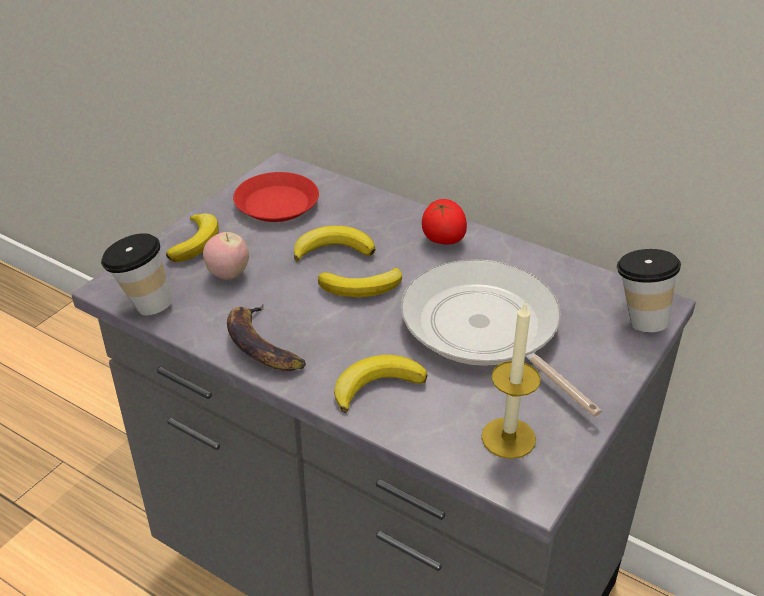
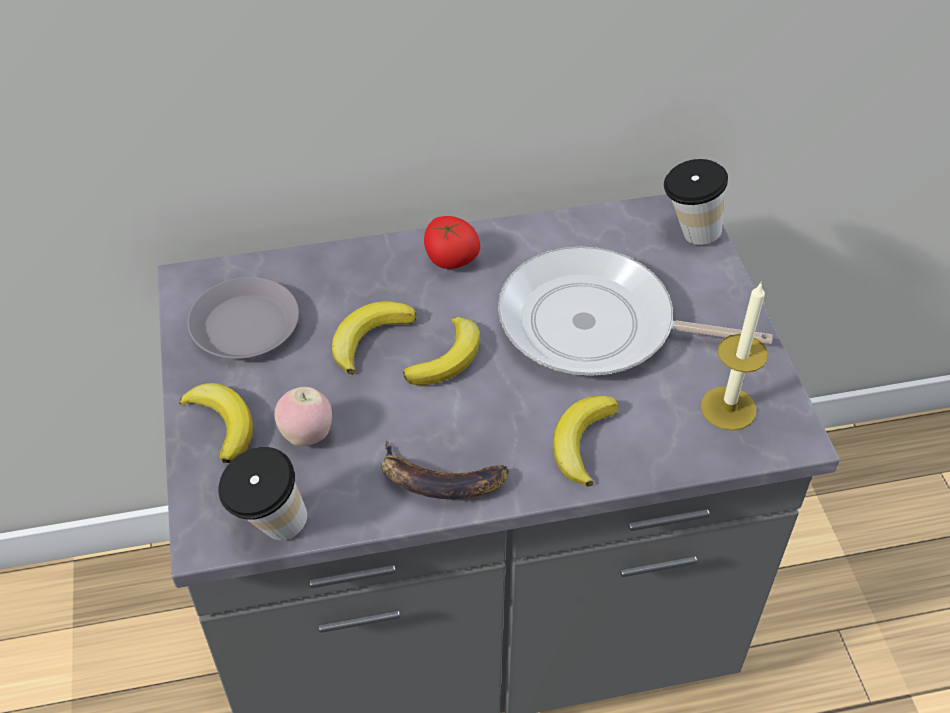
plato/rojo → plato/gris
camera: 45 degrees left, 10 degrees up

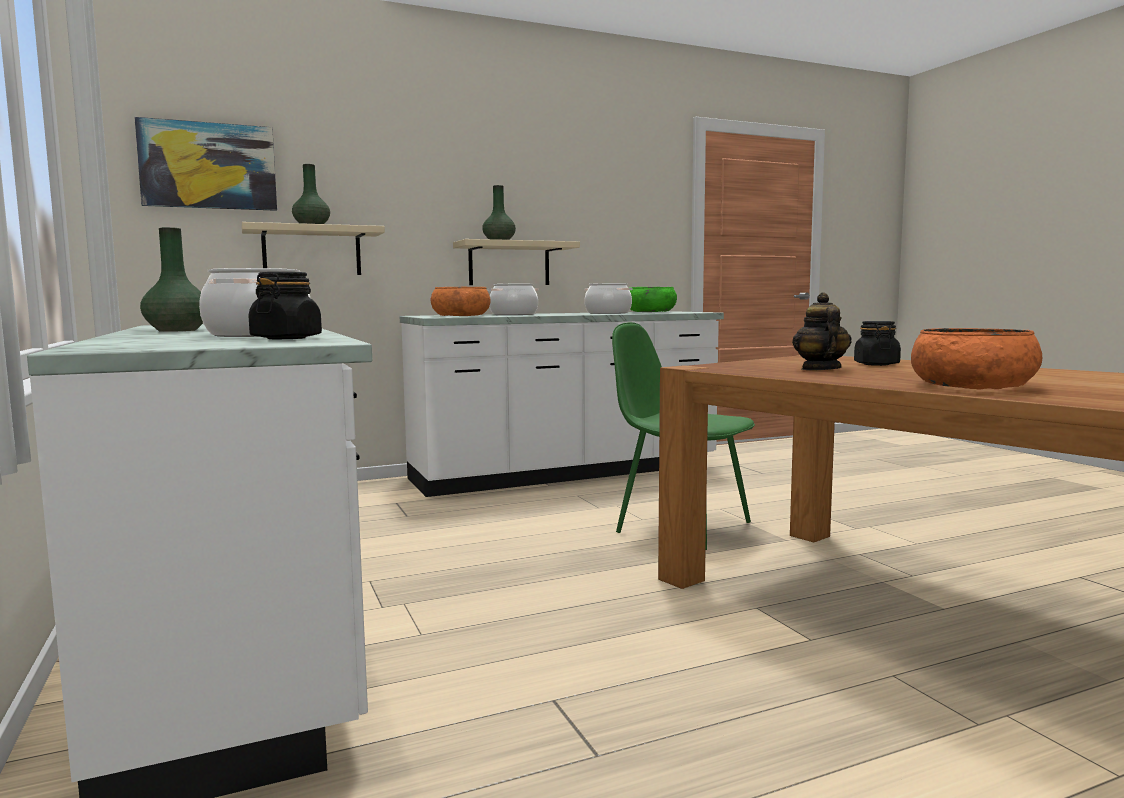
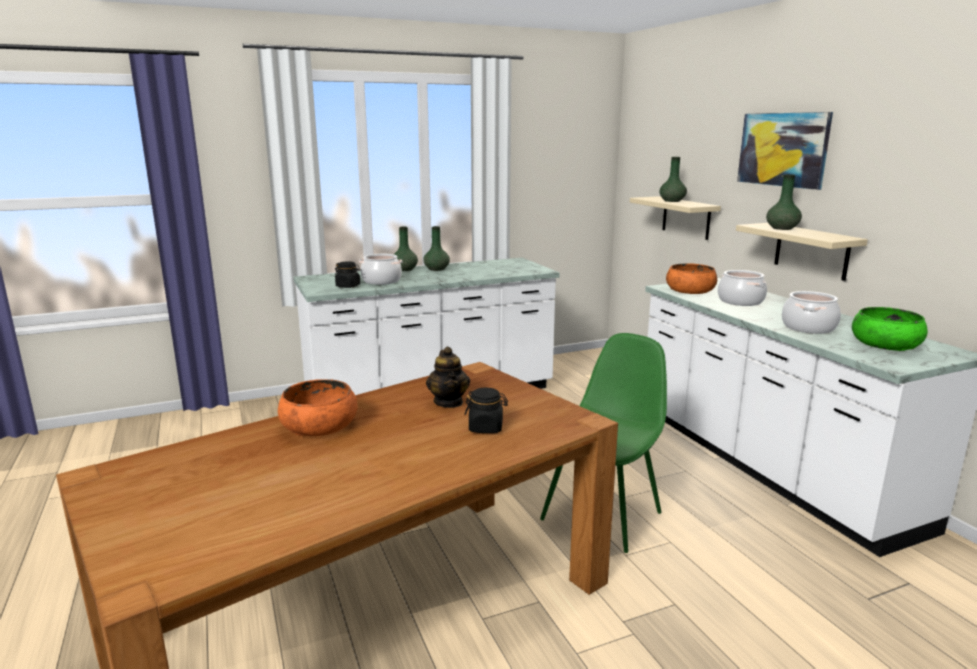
- → florero/verde (no. 1 from left)
cuadro, relocated
tetera, 75 degrees clockwise
camera: 90 degrees right, 10 degrees up

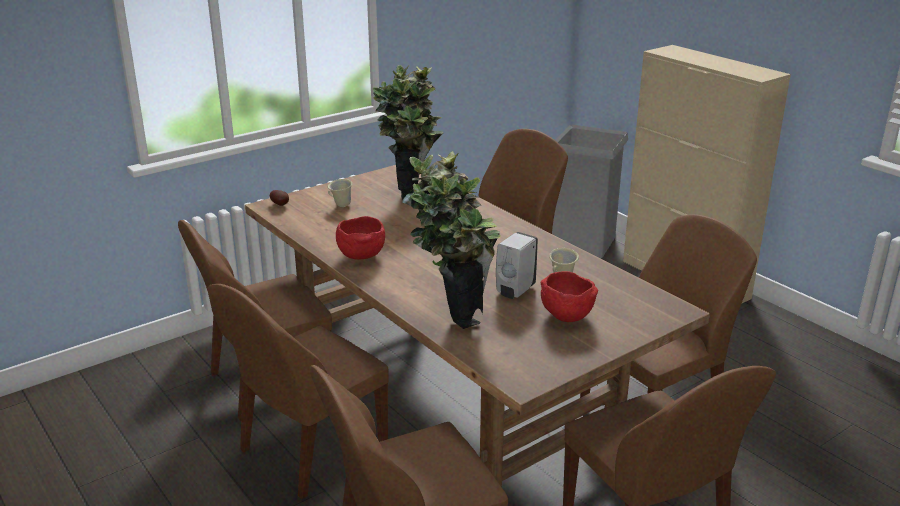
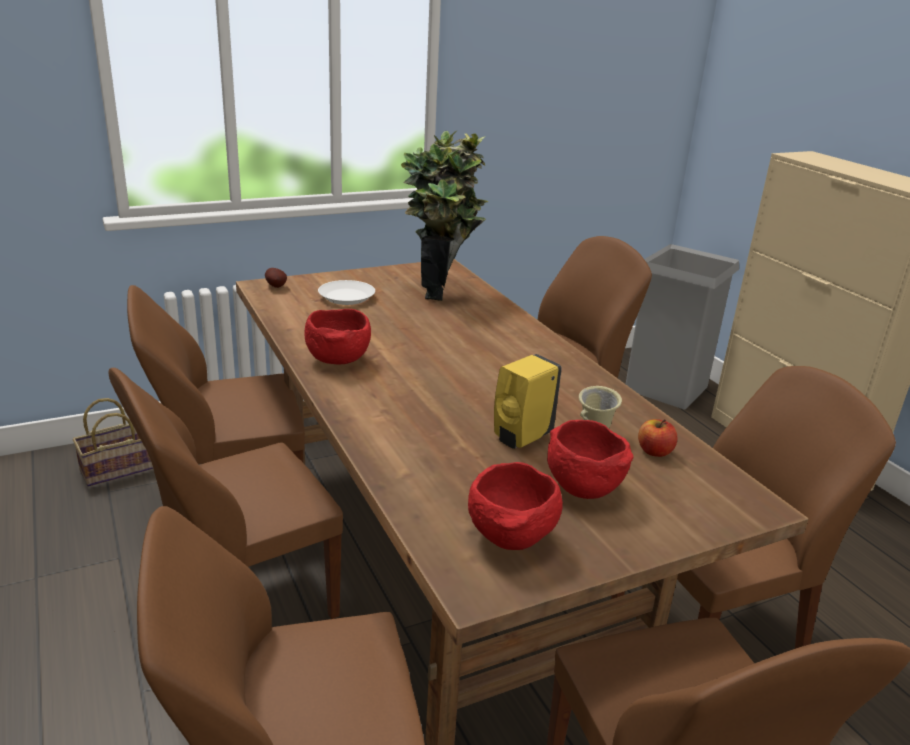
planta en maceta (no. 2 from left) → -
- → cesta
- → cuenco/rojo (no. 2 from left)
- → manzana
taza grande/beis (no. 1 from left) → plato/blanco
dispensador de jabón/blanco → dispensador de jabón/amarillo
camera: 10 degrees right, 0 degrees up

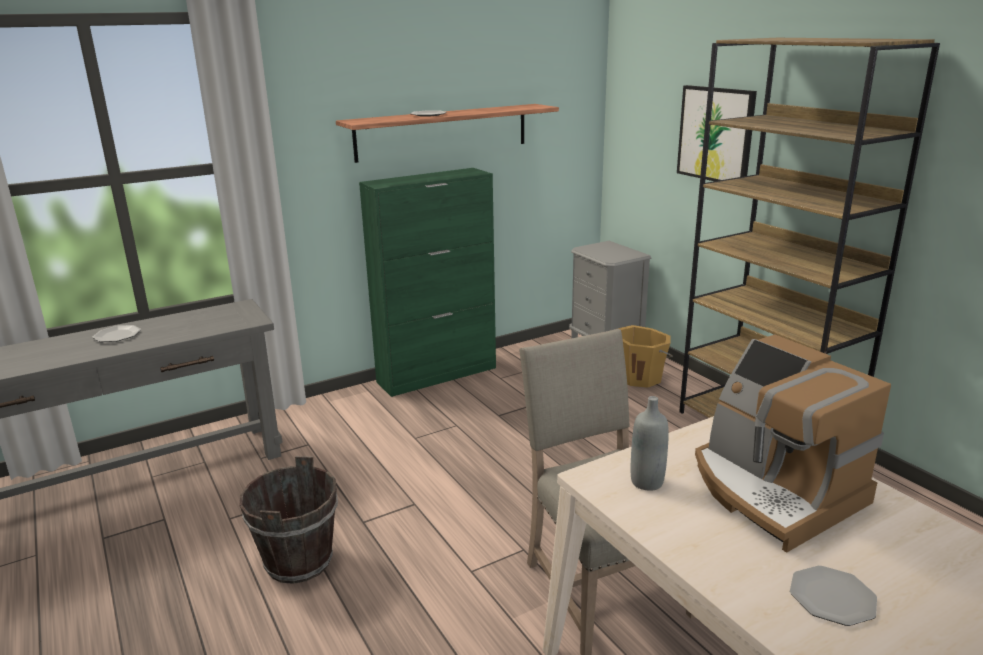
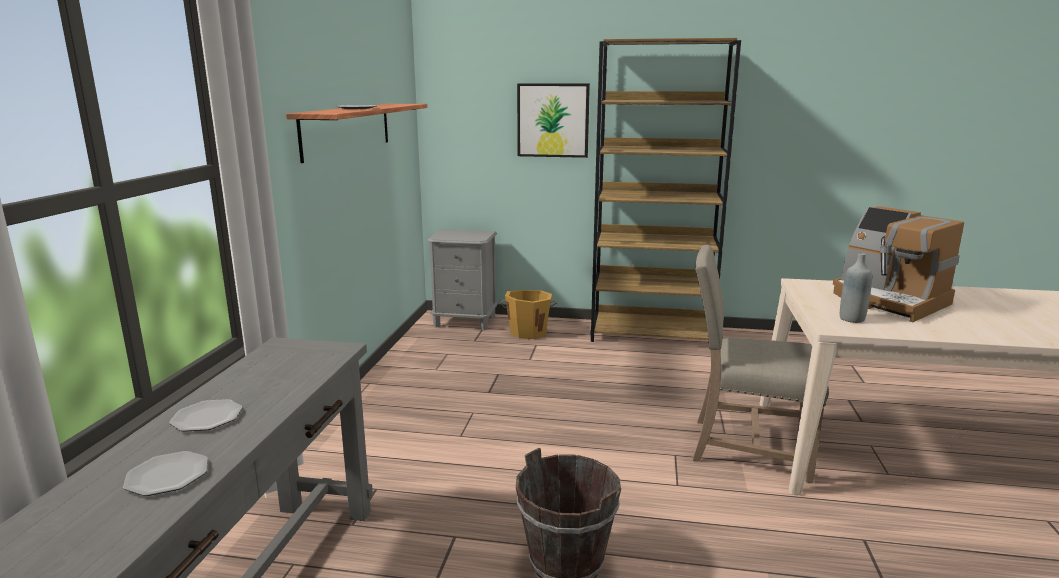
armario/verde → -
plato (no. 3 from left in the first image) → plato (no. 1 from left), relocated
cafetera, 45 degrees clockwise
camera: 50 degrees left, 5 degrees down

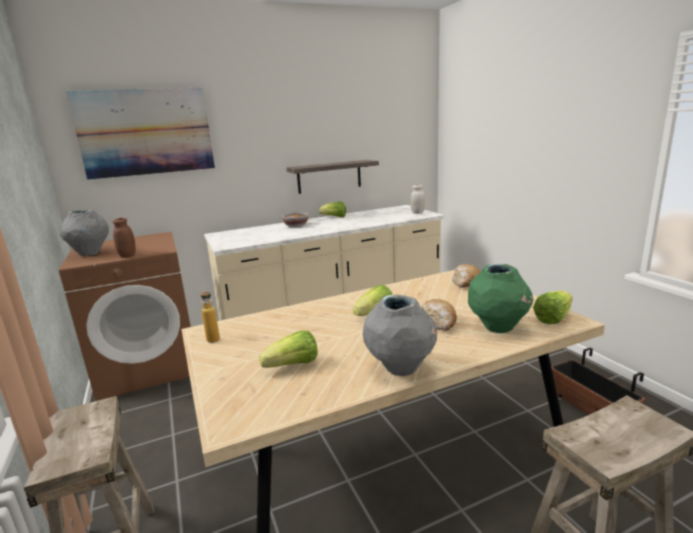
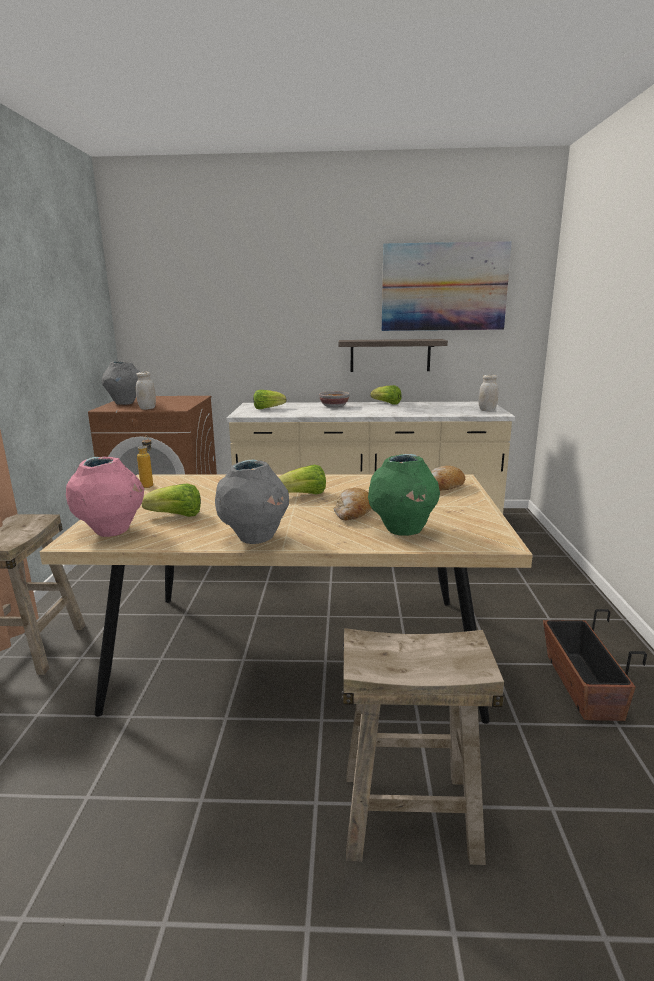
- → florero/rosa
cuadro, relocated
lechuga (no. 4 from left in the first image) → lechuga (no. 2 from left), relocated
tarro/marrón → tarro/blanco (no. 1 from left)
camera: 25 degrees right, 0 degrees up

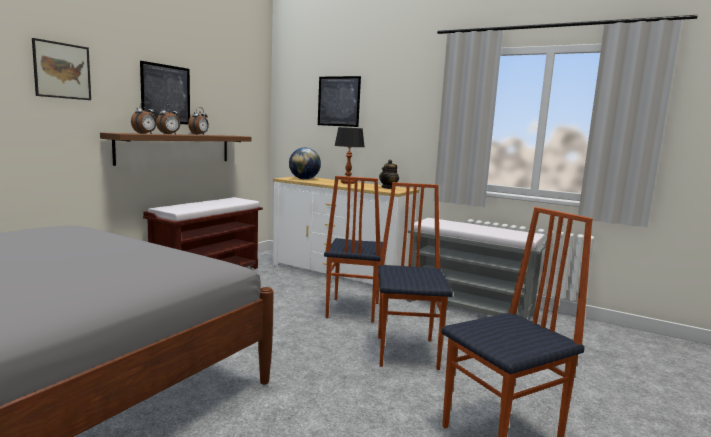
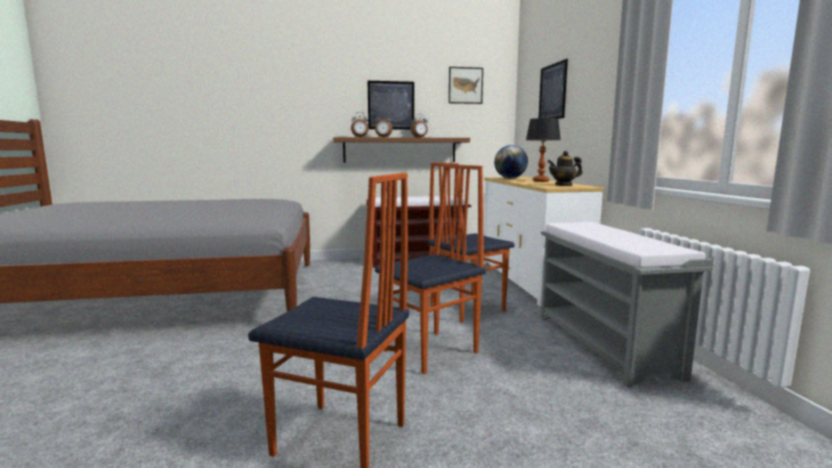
cuadro (no. 1 from left in the first image) → cuadro (no. 2 from left), relocated
camera: 50 degrees right, 0 degrees up

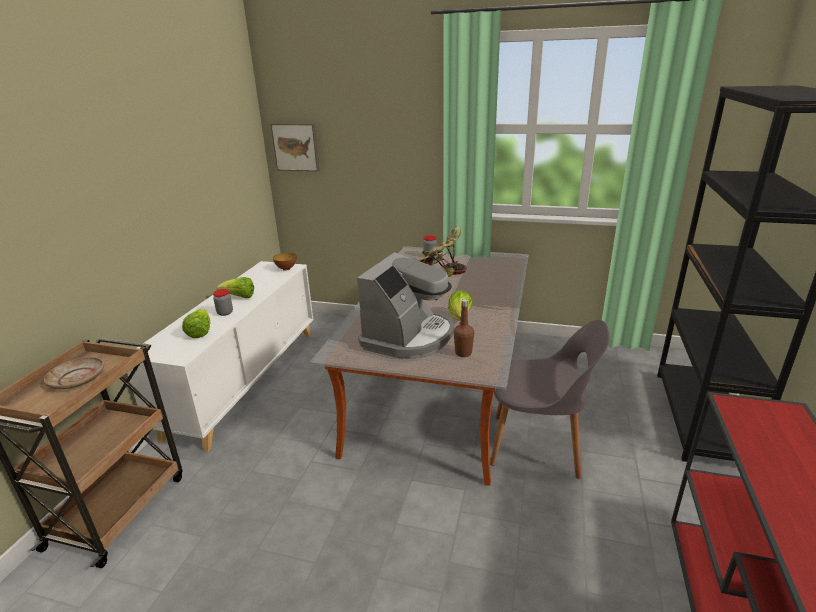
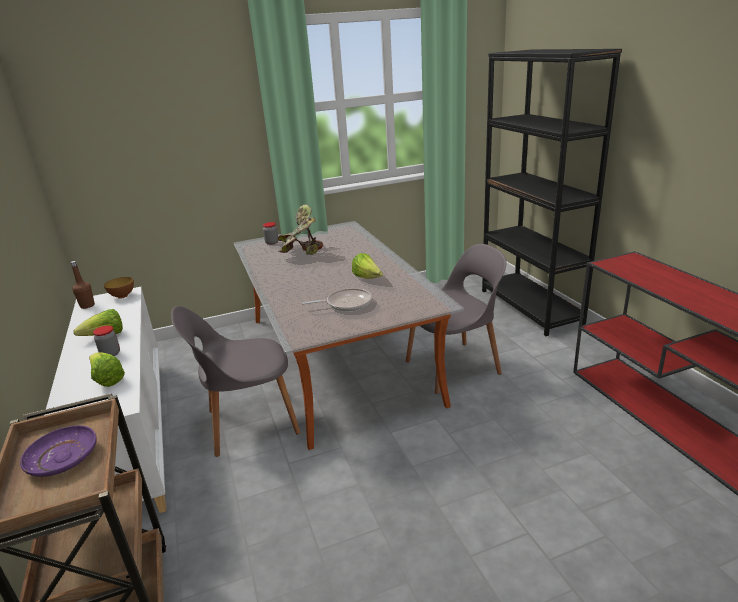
cuadro → -
- → silla/gris (no. 1 from left)
botella/marrón, relocated
cafetera → sartén
plato/beis → plato/morado
camera: 35 degrees left, 0 degrees up

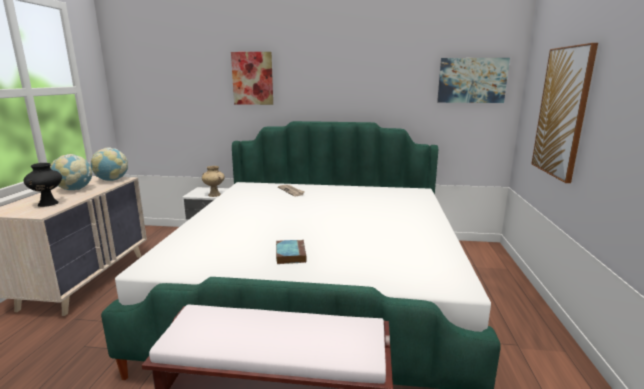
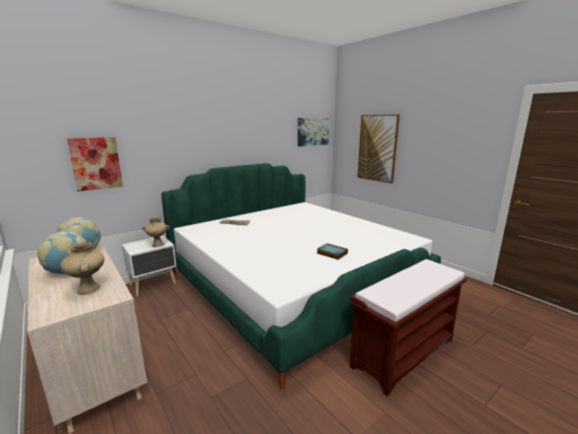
cuadro (no. 1 from left), relocated
florero/negro → florero/beis (no. 1 from left)
camera: 45 degrees left, 0 degrees up

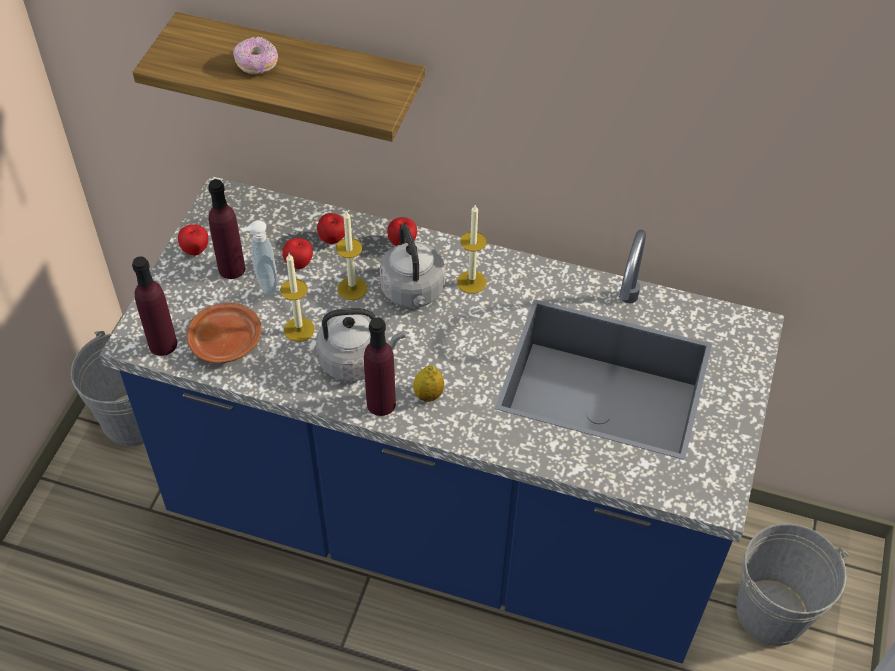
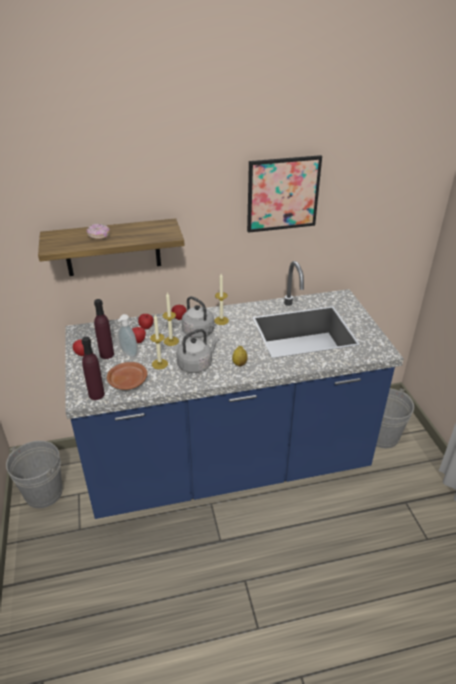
botella/morado (no. 3 from left) → -
- → cuadro
camera: 30 degrees left, 15 degrees down

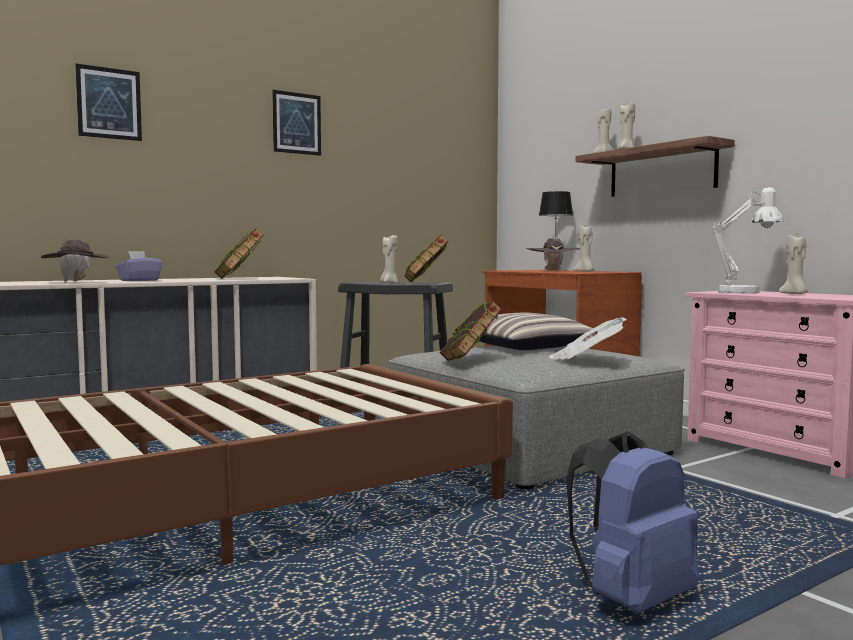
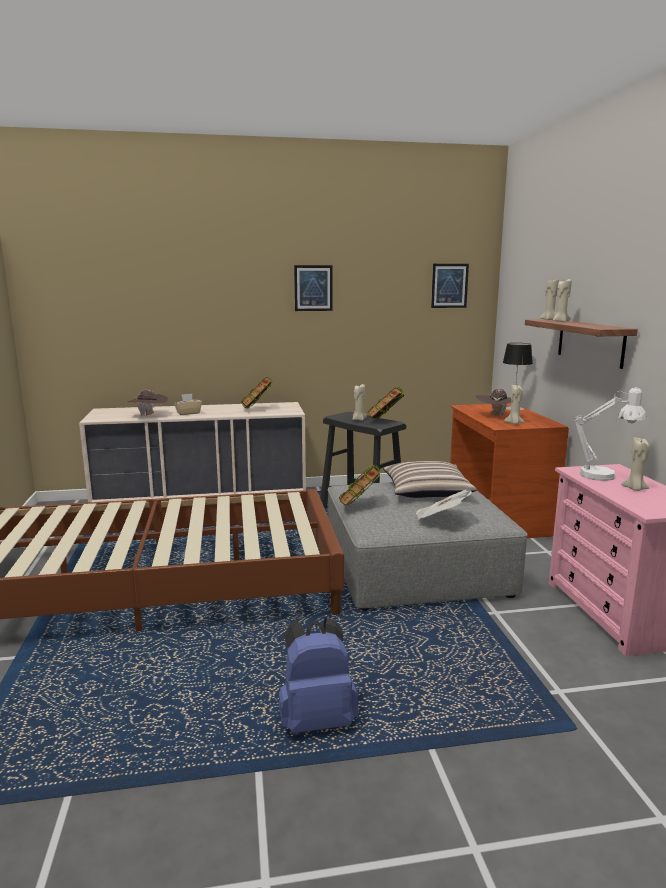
cuadro (no. 1 from left in the first image) → cuadro (no. 2 from left), relocated
caja de pañuelos/morado → caja de pañuelos/beis
camera: 25 degrees right, 10 degrees up

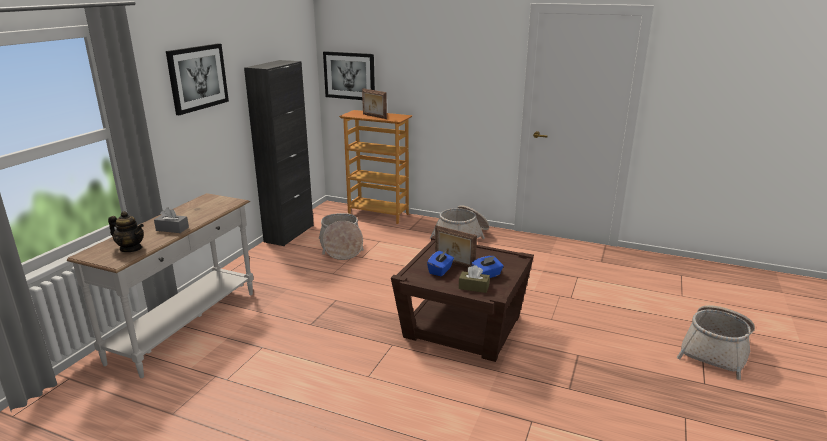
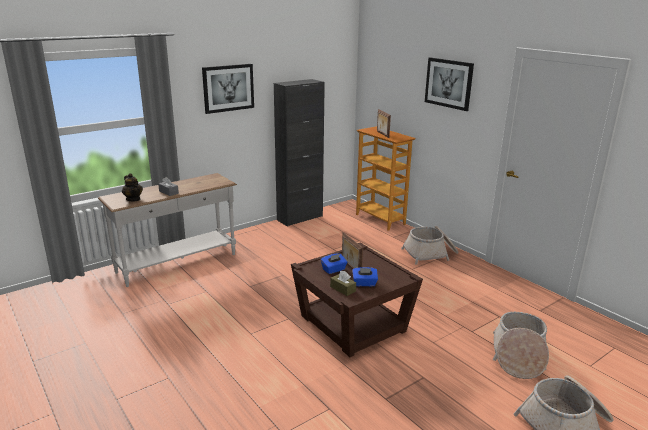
cesta (no. 1 from left in the first image) → cesta (no. 2 from left), relocated
cuadro (no. 2 from left), relocated
camera: 30 degrees right, 0 degrees up

